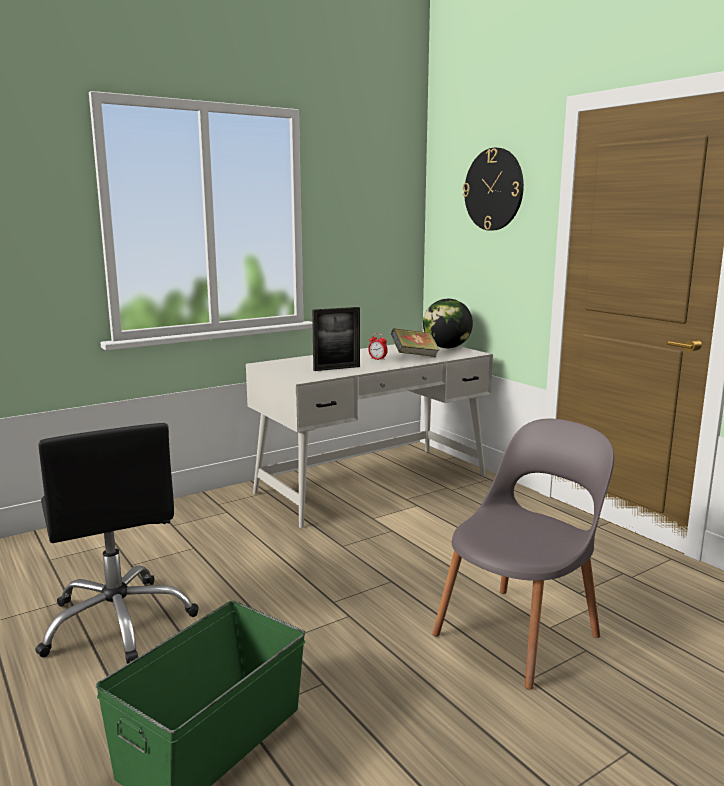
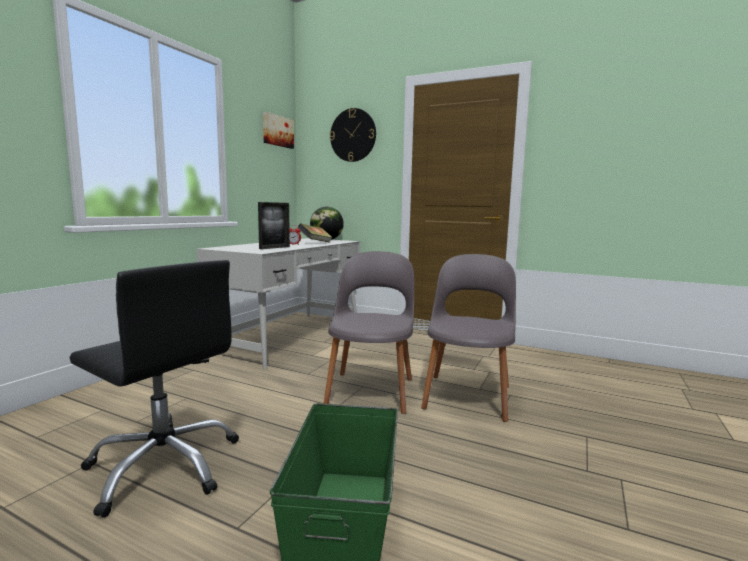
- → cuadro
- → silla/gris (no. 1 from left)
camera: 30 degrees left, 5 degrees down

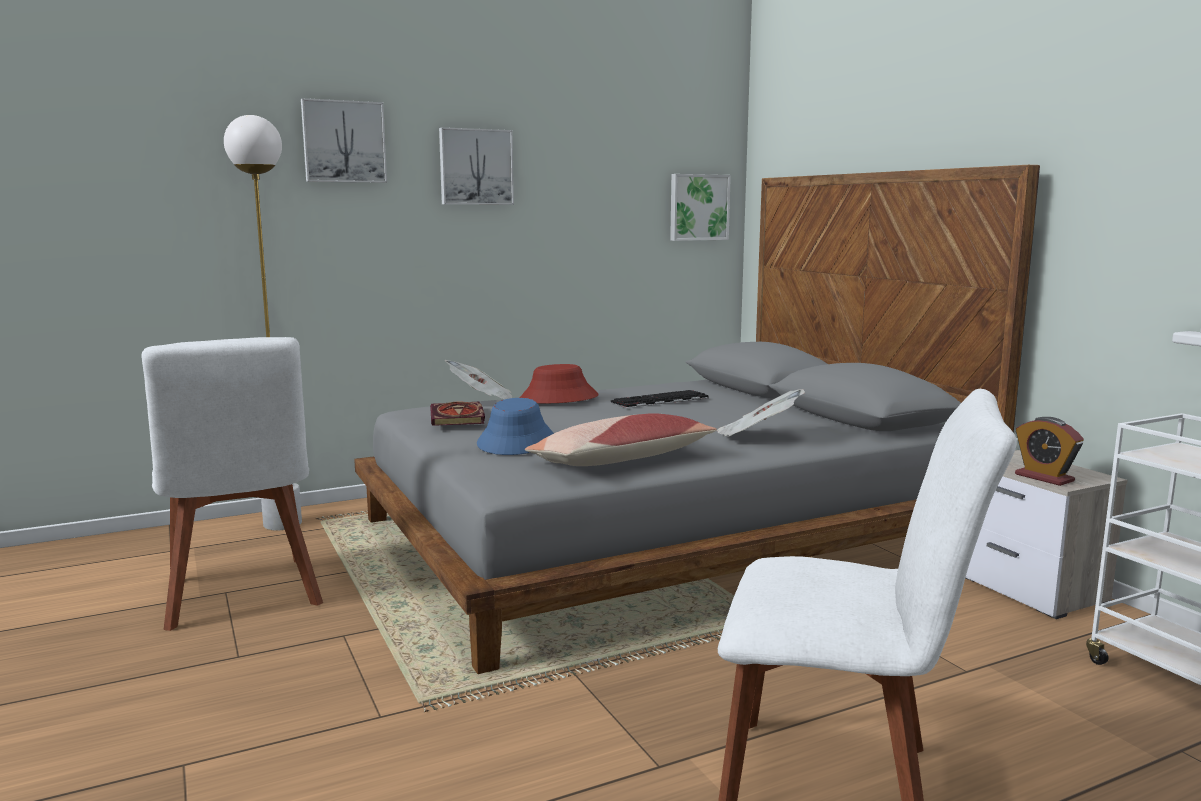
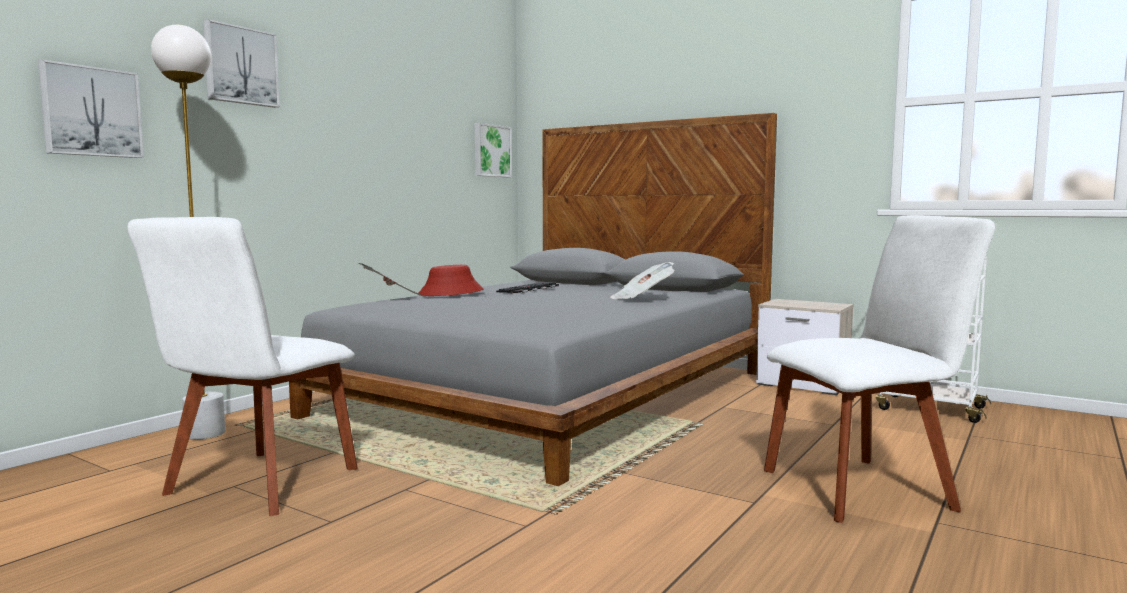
libro → -
sombrero/azul → -
cojín → -
despertador → -
cuadro (no. 2 from left in the first image) → cuadro (no. 1 from left), relocated
silla/blanco (no. 1 from left), 75 degrees clockwise
camera: 30 degrees left, 5 degrees down

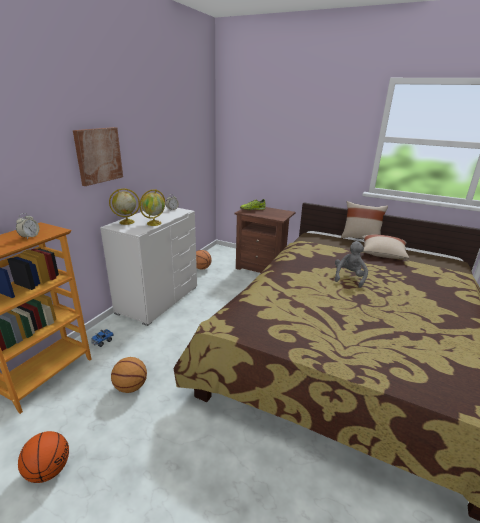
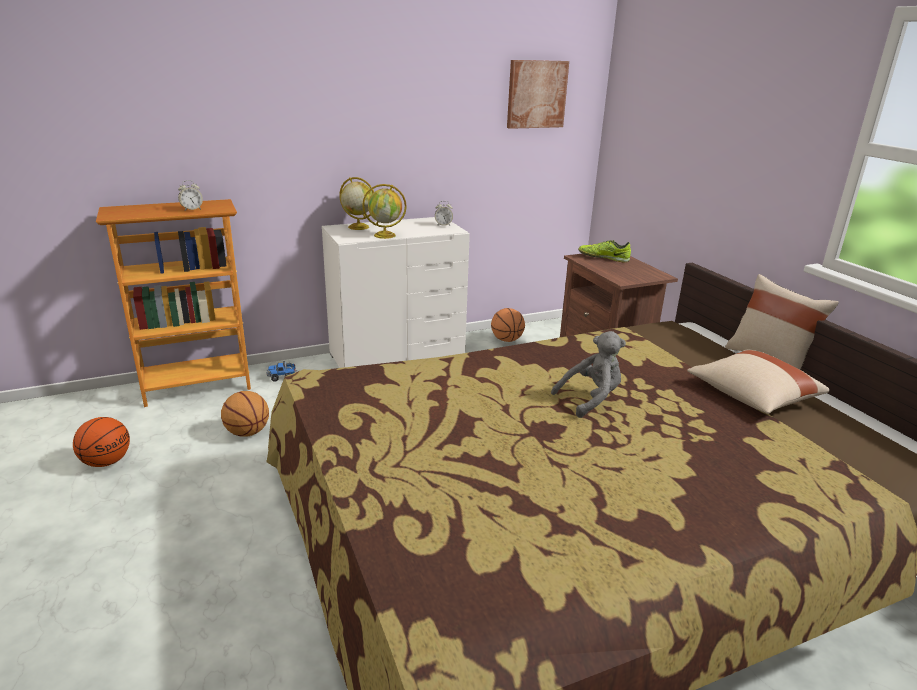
cuadro, relocated
camera: 40 degrees right, 0 degrees up

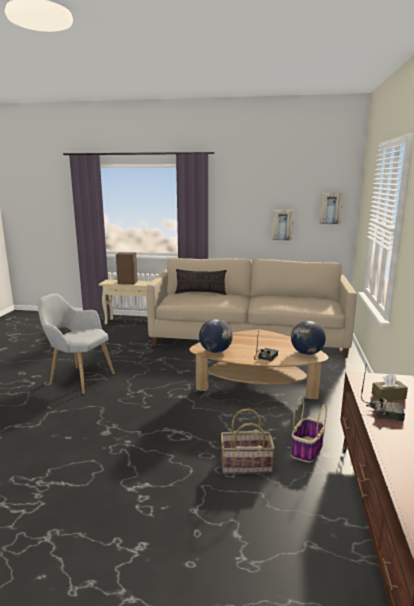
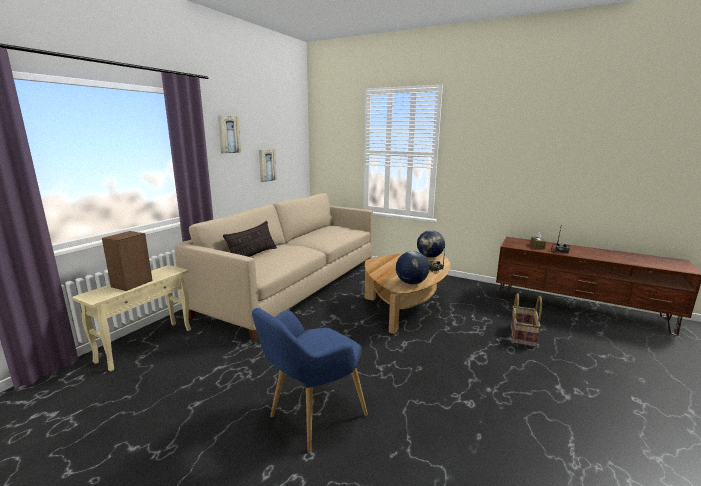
cesta (no. 2 from left) → -
cuadro (no. 2 from left in the first image) → cuadro (no. 1 from left), relocated
sillón/gris → sillón/azul
camera: 70 degrees left, 0 degrees up

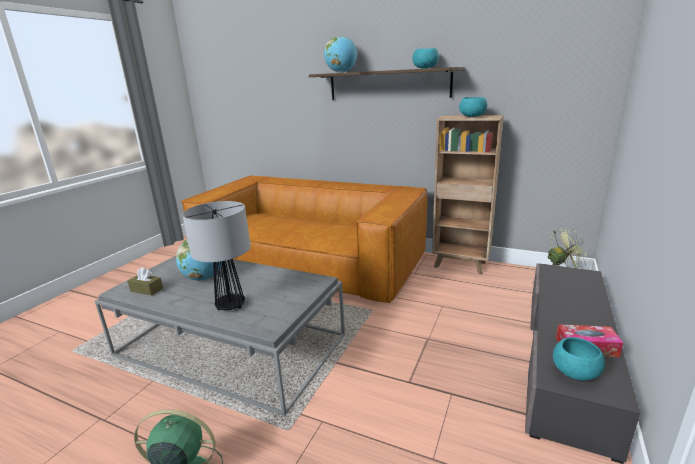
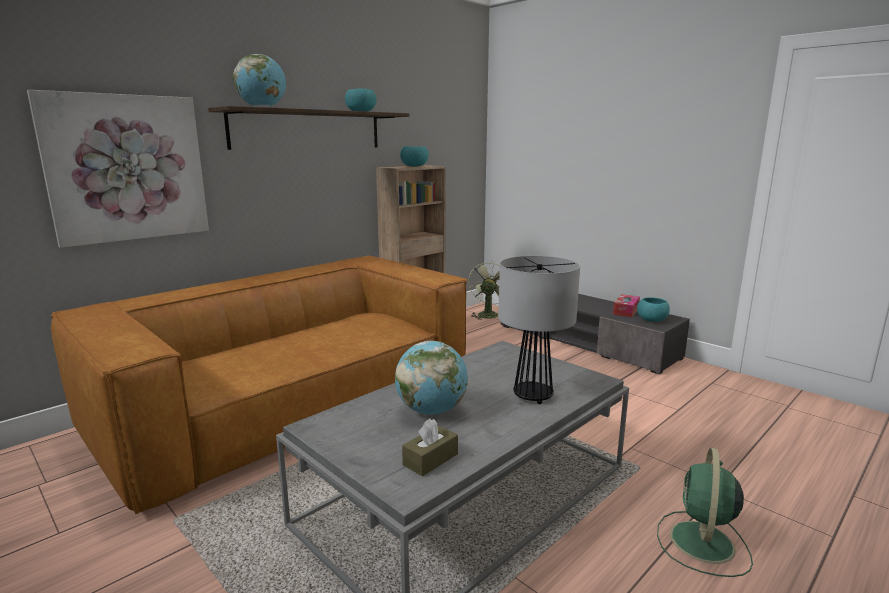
- → cuadro
camera: 70 degrees left, 5 degrees down

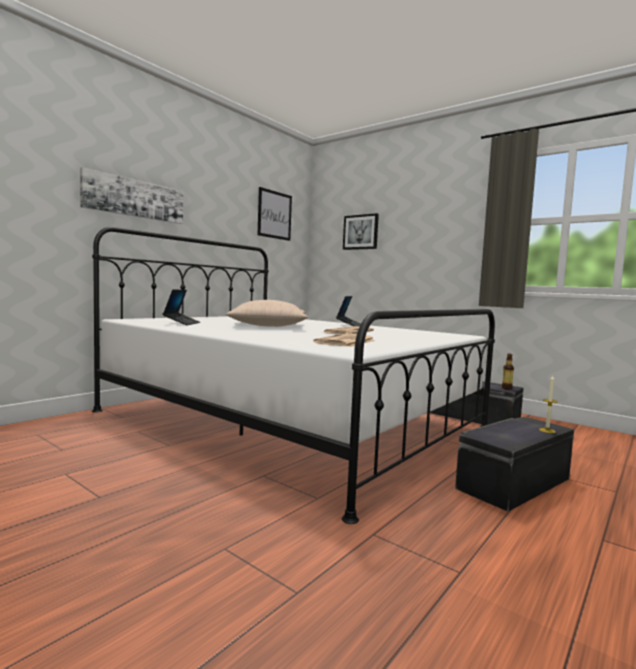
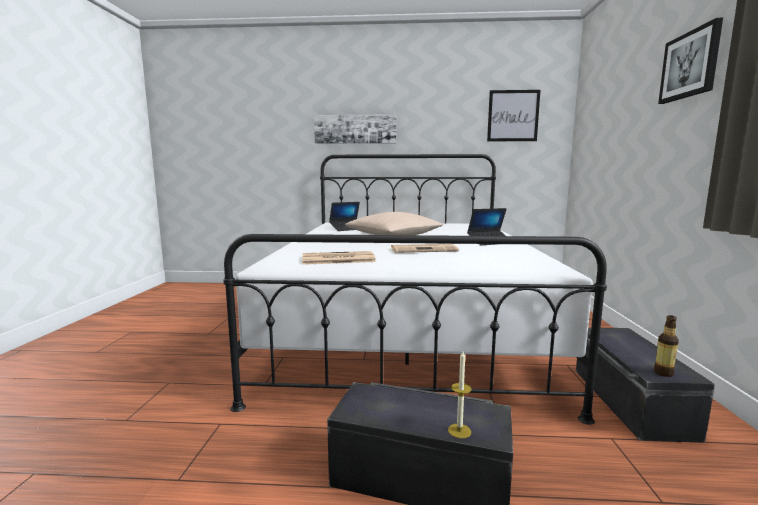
cuadro (no. 3 from left), relocated
camera: 55 degrees right, 5 degrees up

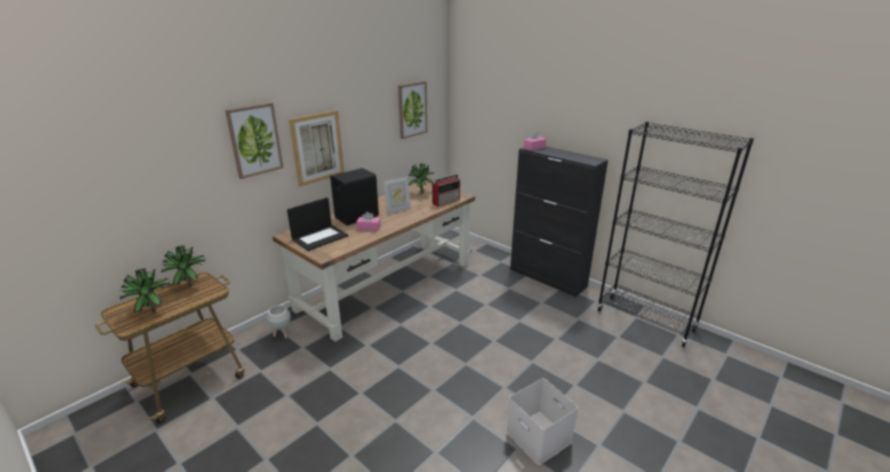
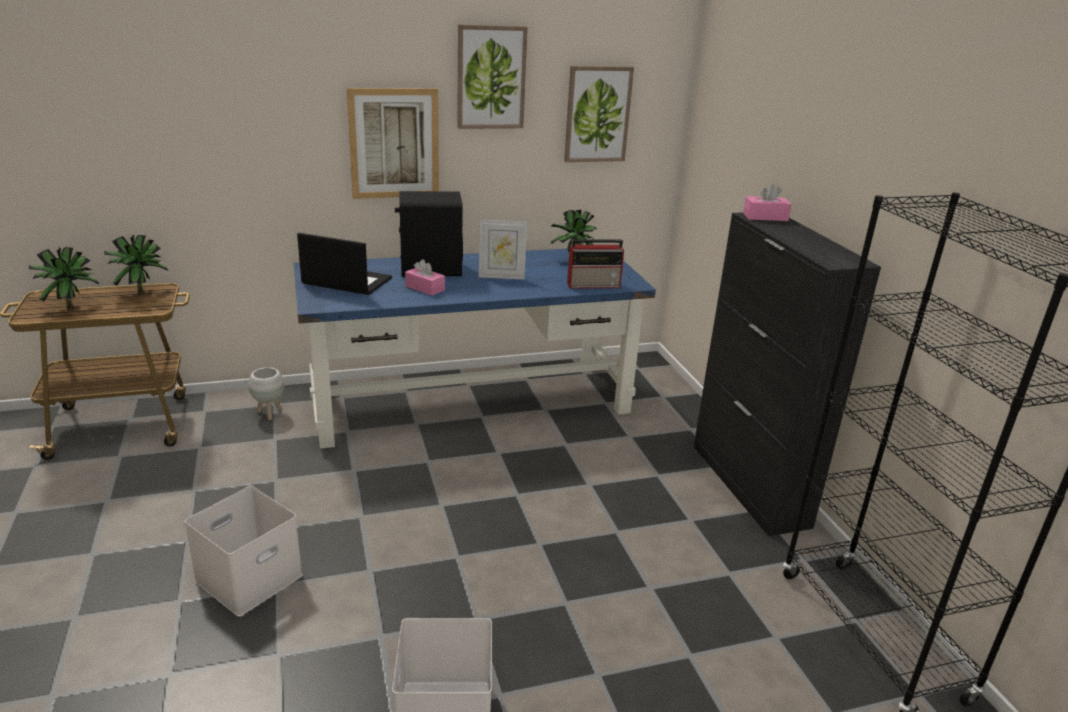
- → caja de almacenaje/blanco (no. 1 from left)
cuadro (no. 1 from left in the first image) → cuadro (no. 2 from left), relocated
escritorio/marrón → escritorio/azul
portátil, 150 degrees counterclockwise
camera: 30 degrees right, 0 degrees up

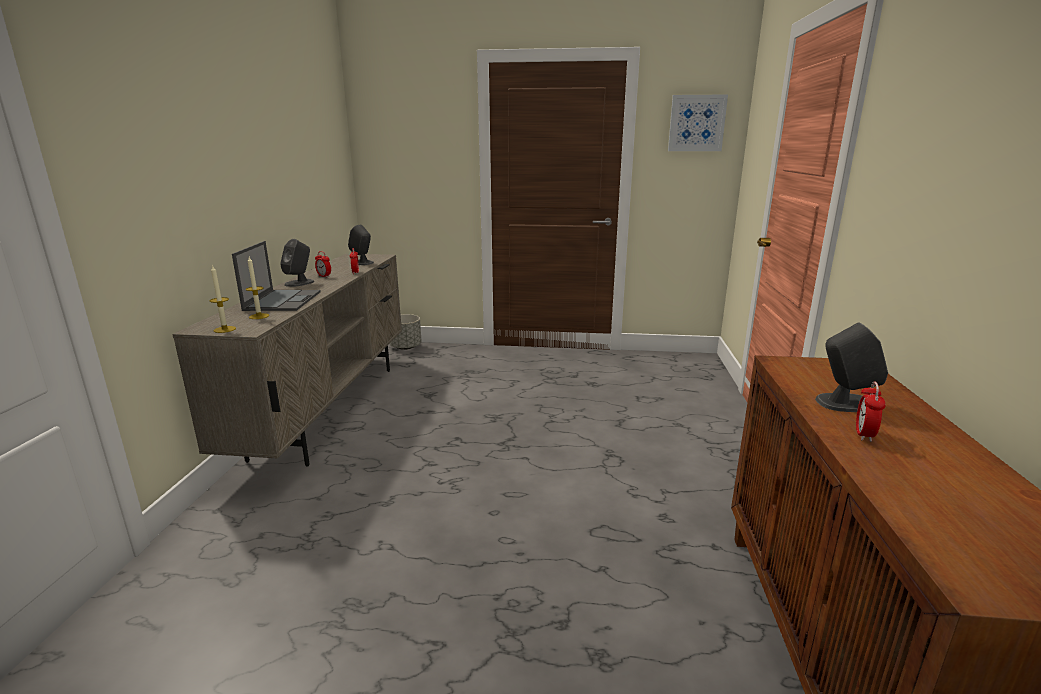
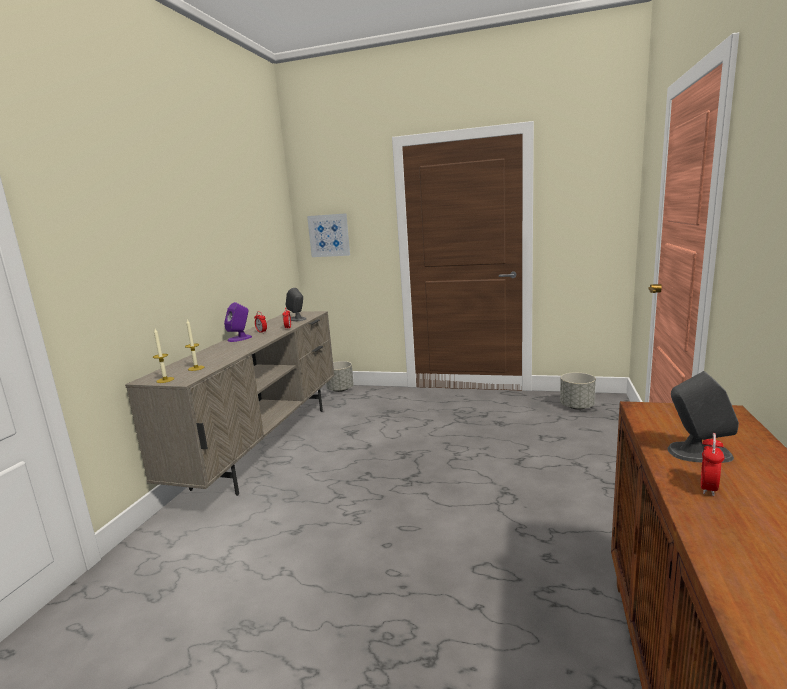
portátil → -
- → maceta/gris (no. 2 from left)
cuadro, relocated
altavoz/gris (no. 1 from left) → altavoz/morado
camera: 10 degrees right, 5 degrees down

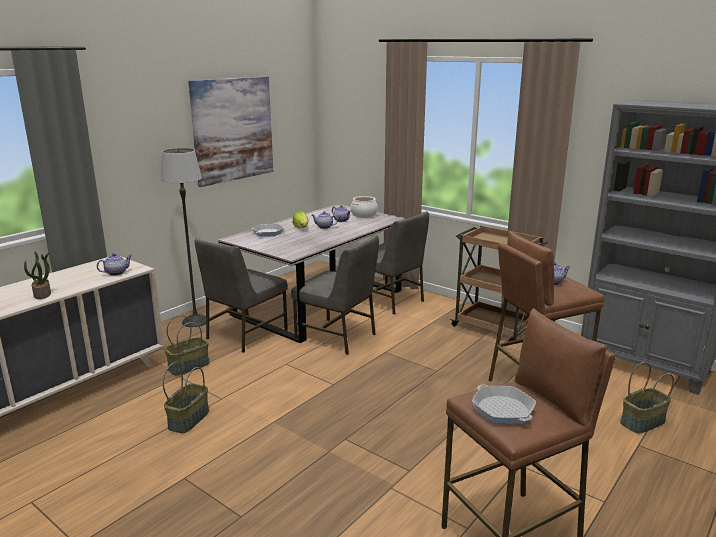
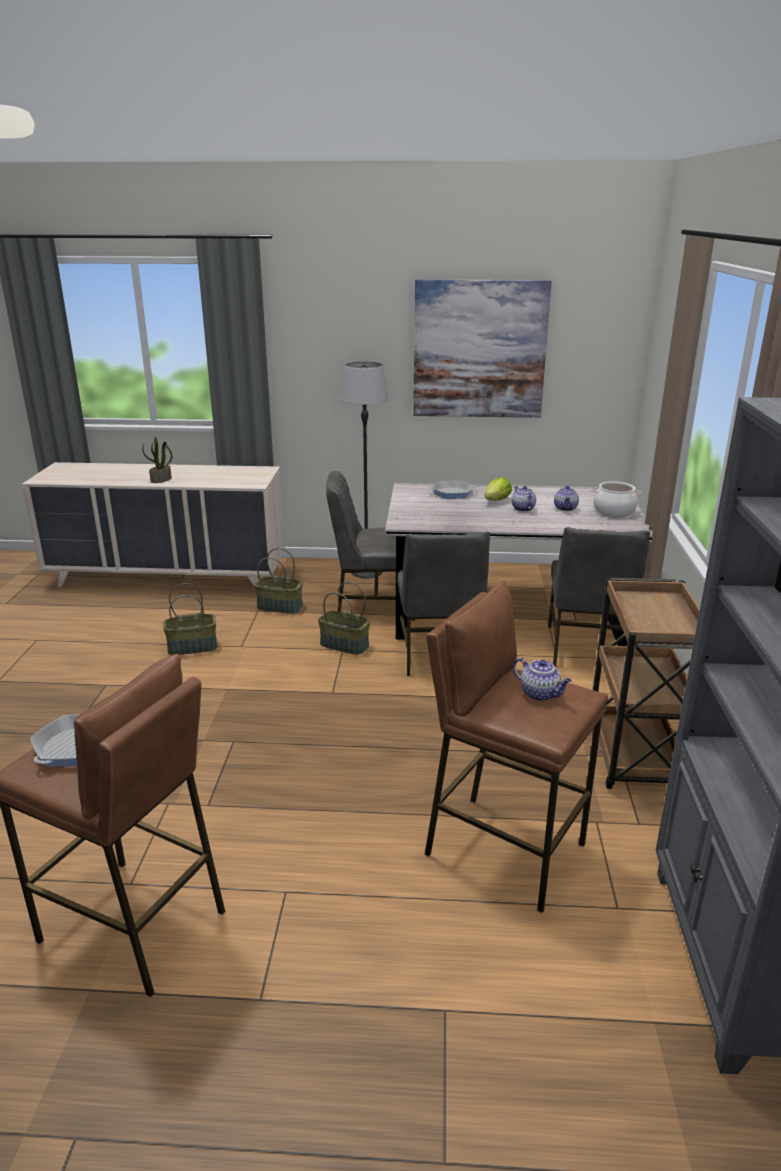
tetera (no. 1 from left) → -
cesta (no. 3 from left), relocated
camera: 55 degrees right, 5 degrees up

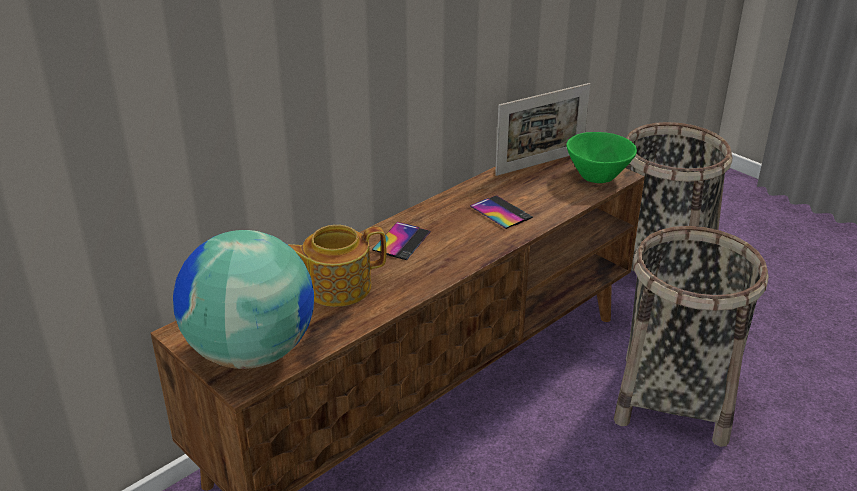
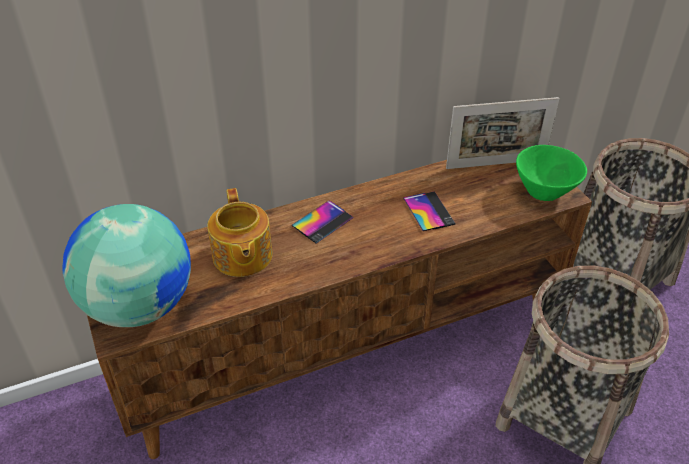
tetera, 105 degrees counterclockwise
camera: 20 degrees right, 10 degrees up

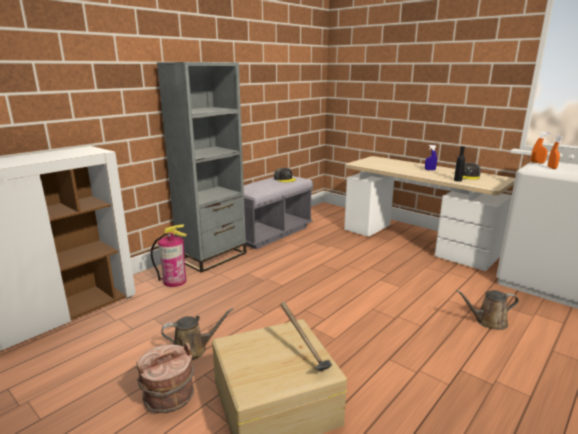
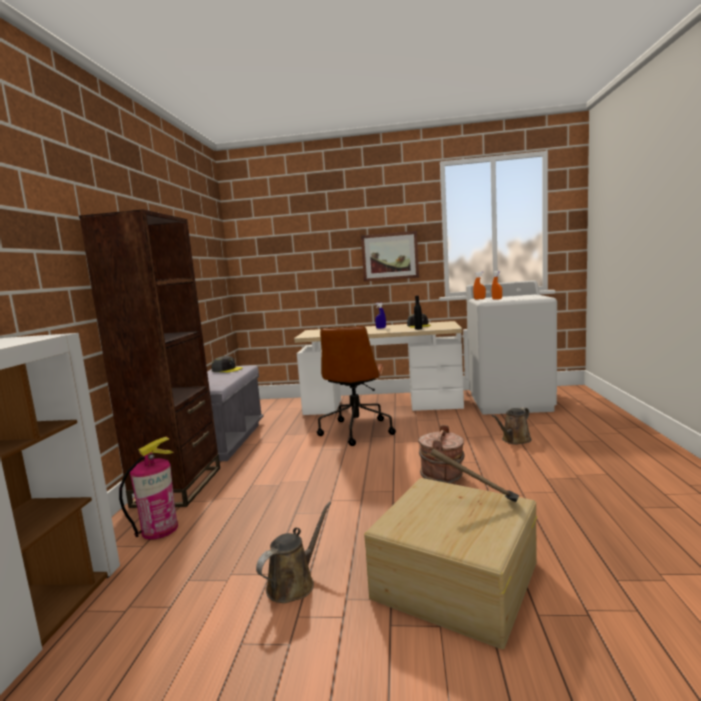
- → silla de oficina/marrón
- → cuadro
cubo/marrón, relocated
estantería/gris → estantería/marrón
camera: 35 degrees left, 10 degrees down

